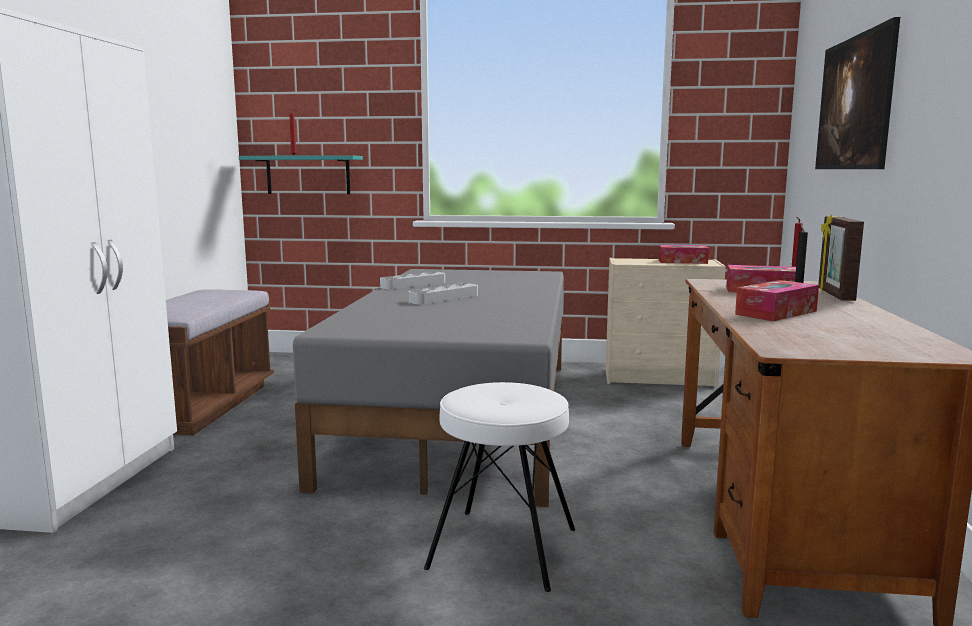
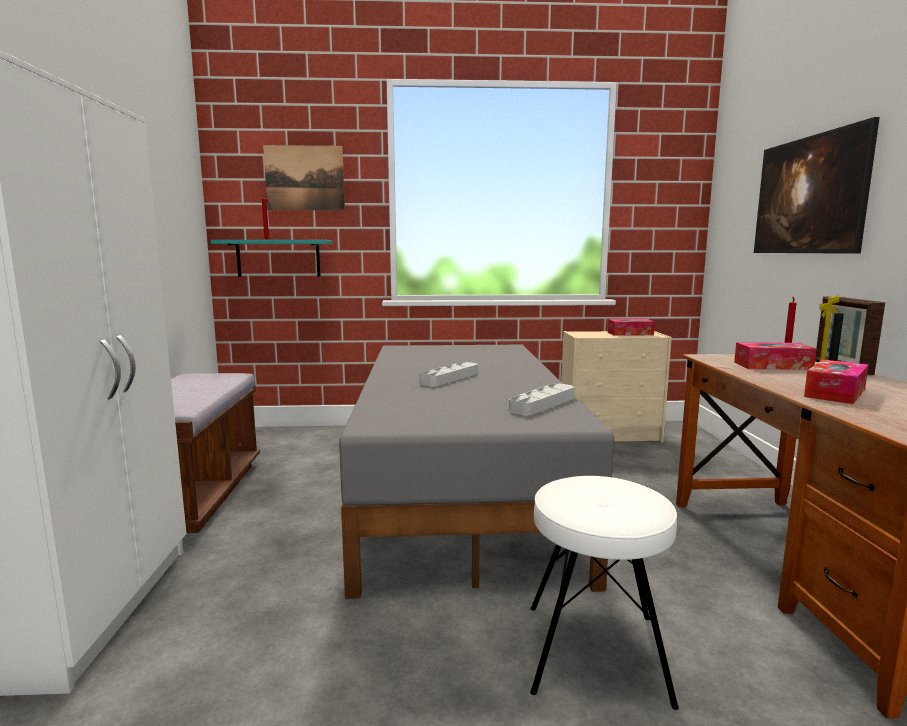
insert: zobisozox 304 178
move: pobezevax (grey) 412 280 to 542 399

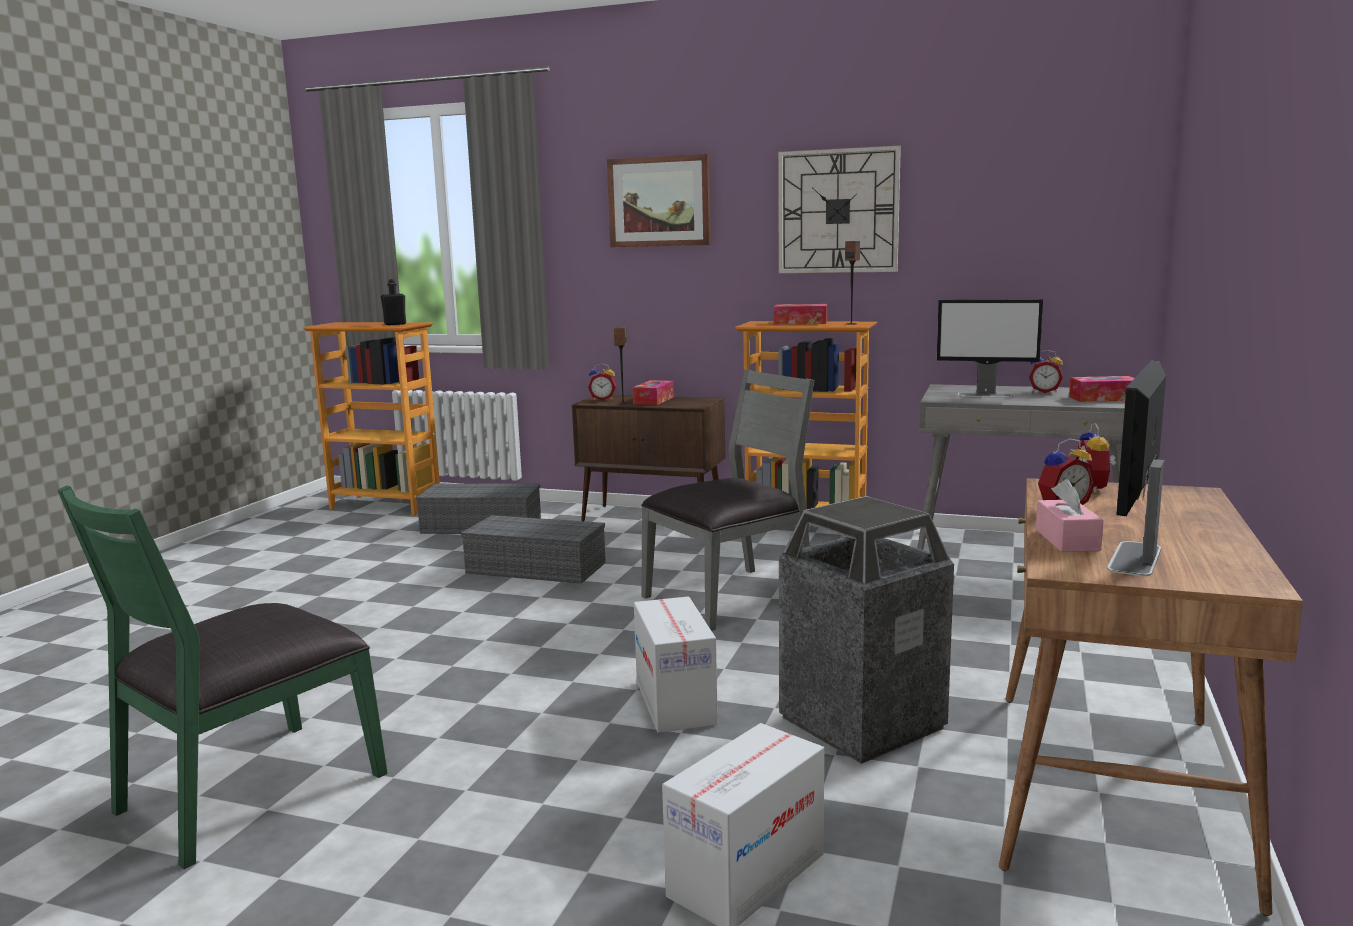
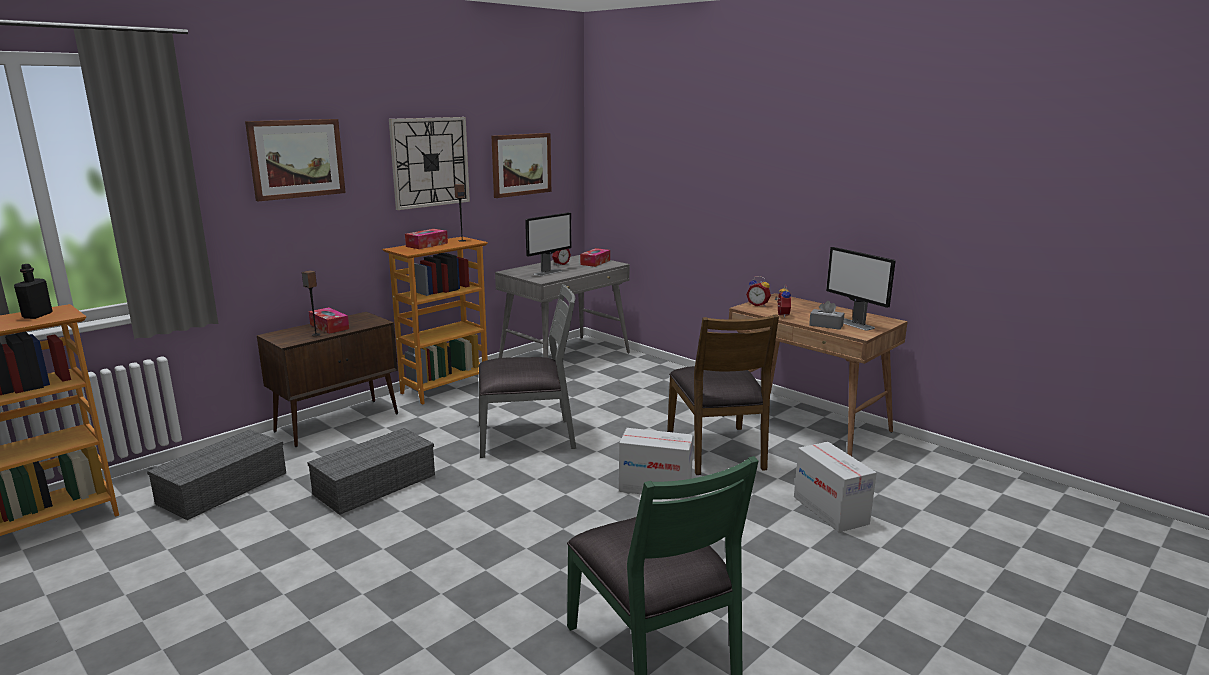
delete: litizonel 602 382
insert: zobisozox 521 165
replace: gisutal 866 630 to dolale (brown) 723 395
recolor: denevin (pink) 1070 515 to denevin (grey) 826 315
rotate: dolale (grey) 727 500 = 527 371 90 degrees clockwise

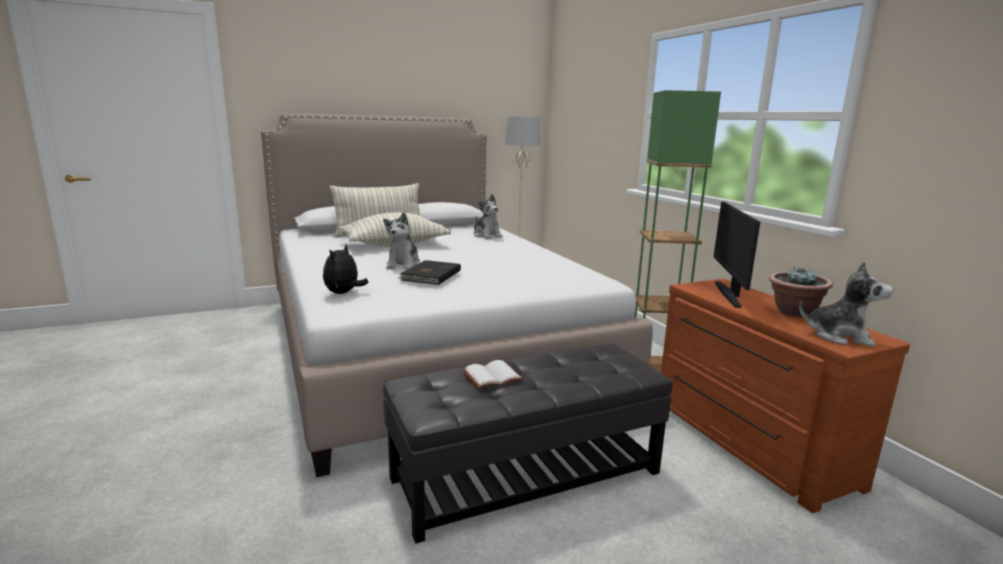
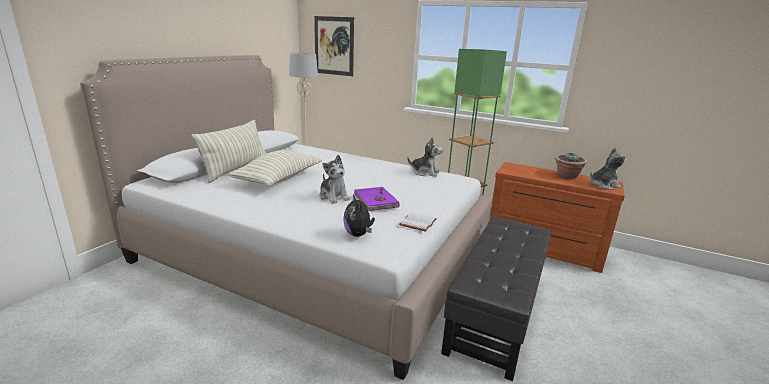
delete: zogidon 737 255
insert: zobisozox 334 46
move: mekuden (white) 492 374 to 418 222; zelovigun 488 216 to 425 157
recolor: mekuden (black) 429 272 to mekuden (purple) 377 199

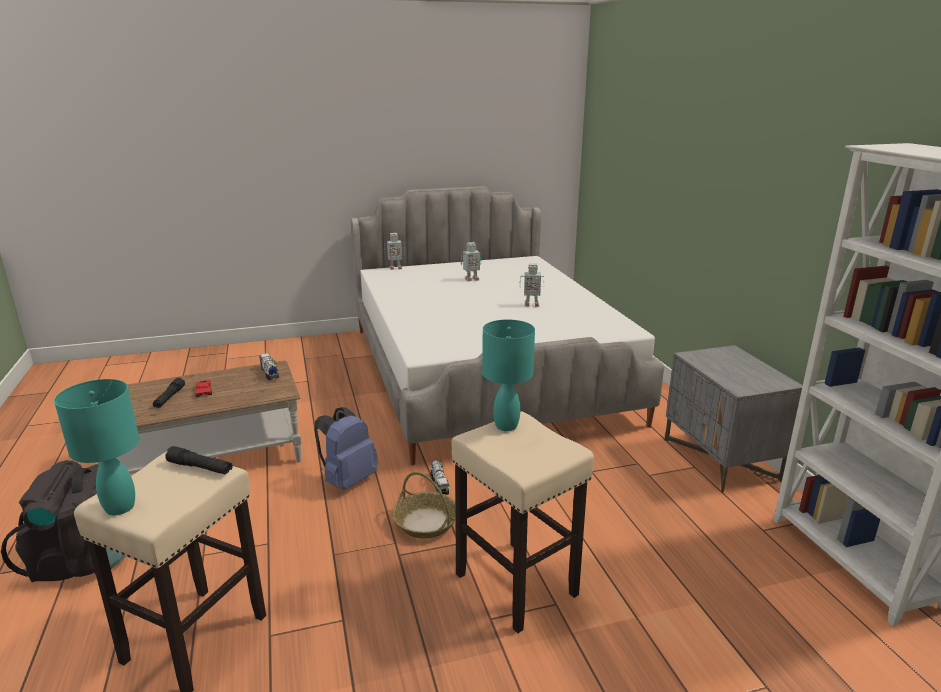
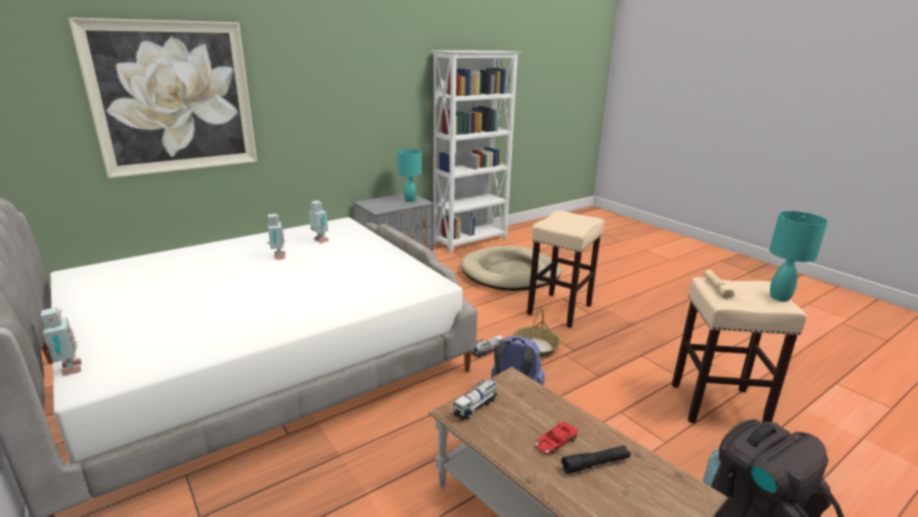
insert: zobisozox 162 97; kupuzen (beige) 511 268
move: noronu 470 261 to 319 221; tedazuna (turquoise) 508 375 to 409 175
recolor: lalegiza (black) 198 460 to lalegiza (beige) 719 285

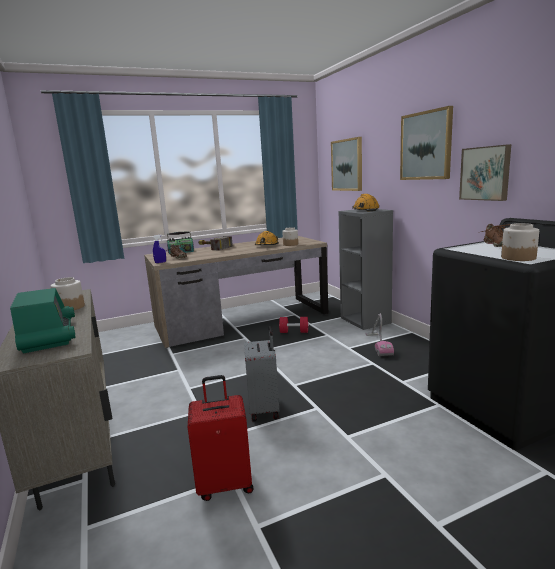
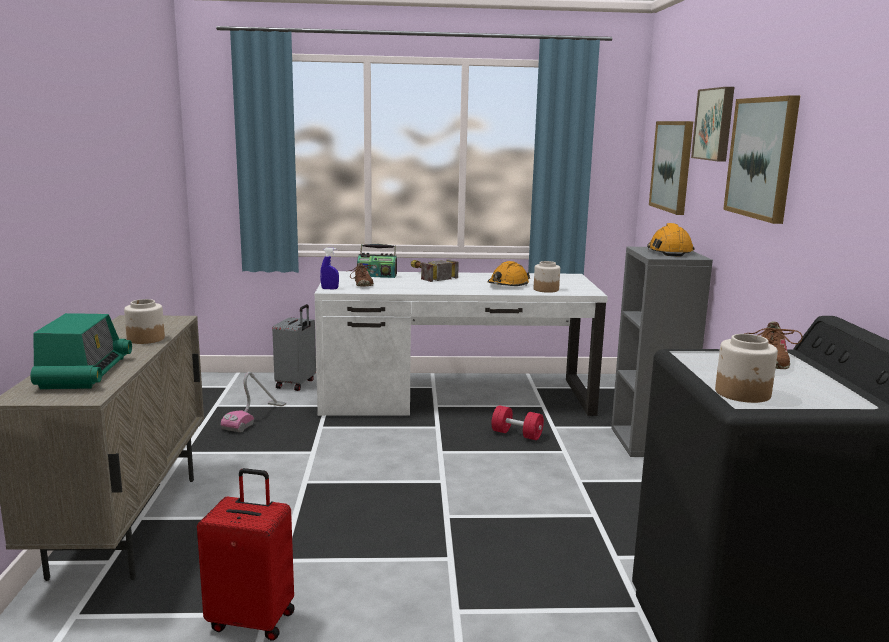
move: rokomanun 379 334 to 253 402; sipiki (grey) 261 374 to 294 347; zobisozox 485 172 to 712 124
recolor: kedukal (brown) 236 292 to kedukal (white) 461 343

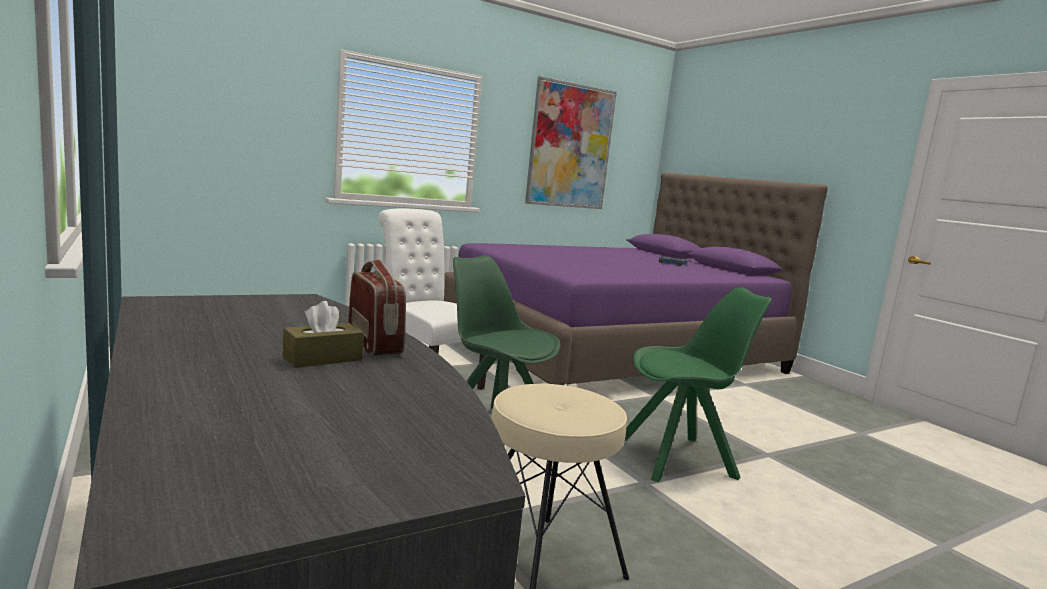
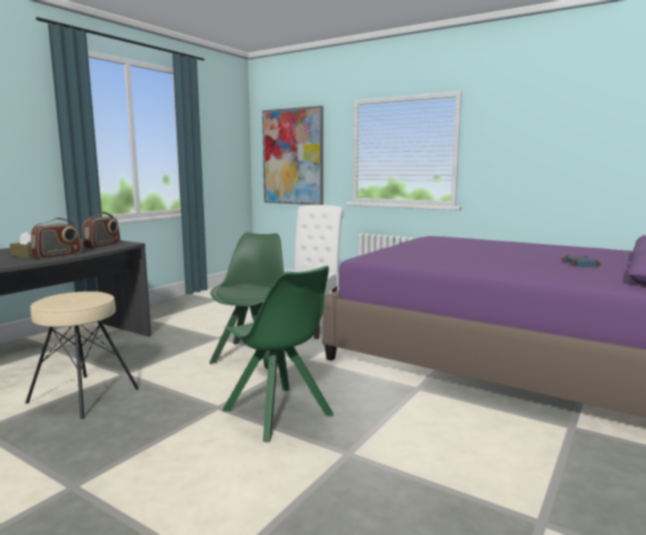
insert: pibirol 101 230
move: zobisozox 571 142 to 292 155

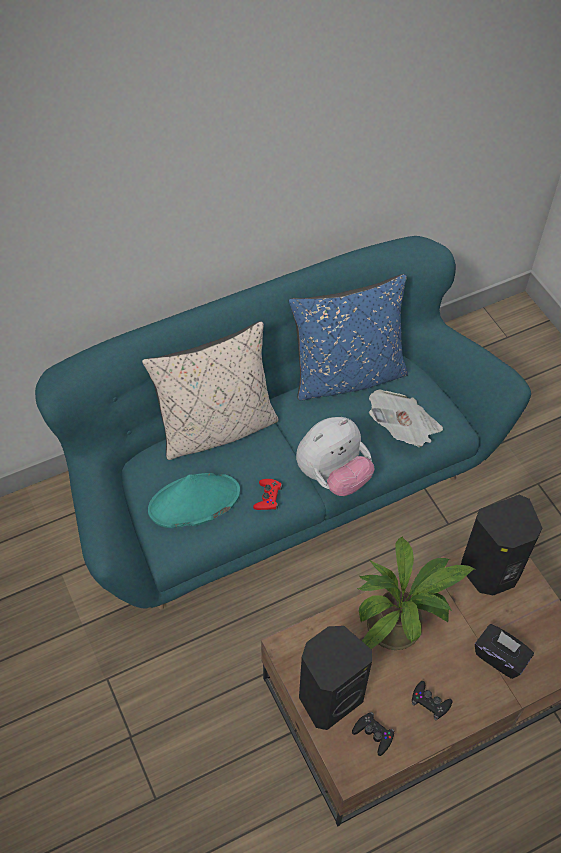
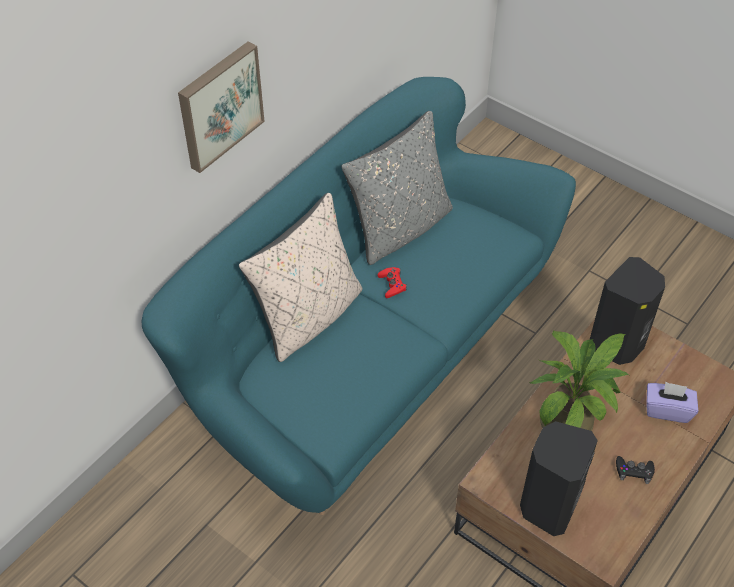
delete: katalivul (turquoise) 194 500; zelovigun 335 456; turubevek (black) 373 734; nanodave 406 418
insert: zobisozox 221 107
move: turubevek (red) 267 494 to 392 282
recolor: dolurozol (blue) 348 337 to dolurozol (grey) 397 188; denevin (black) 504 651 to denevin (purple) 672 402

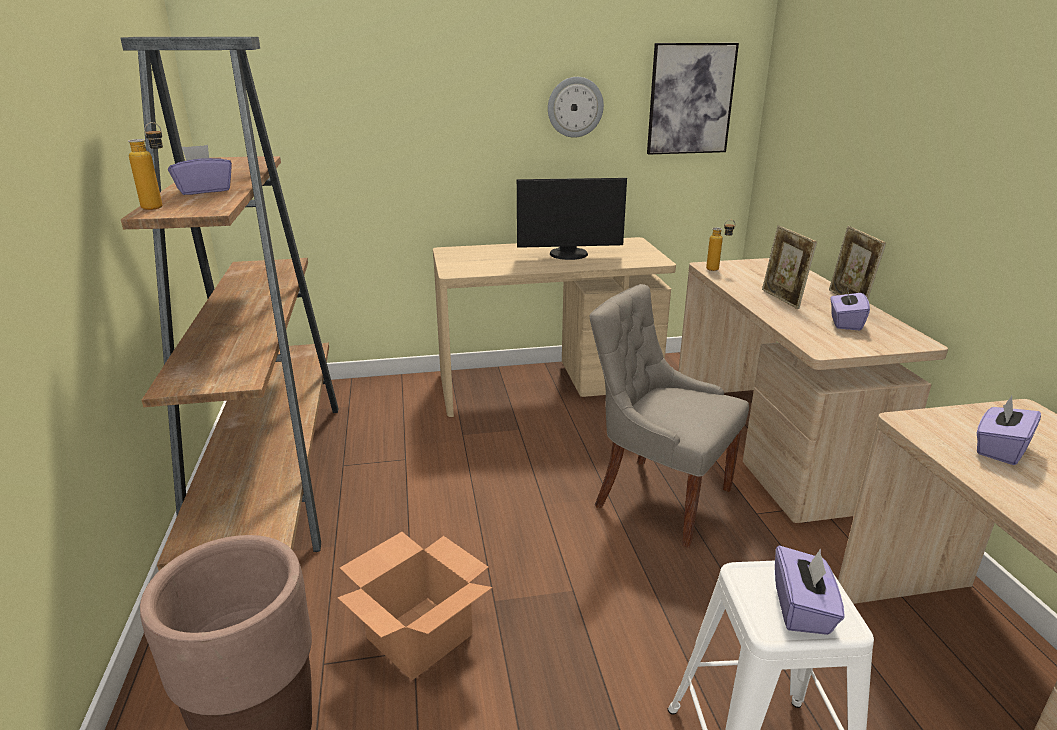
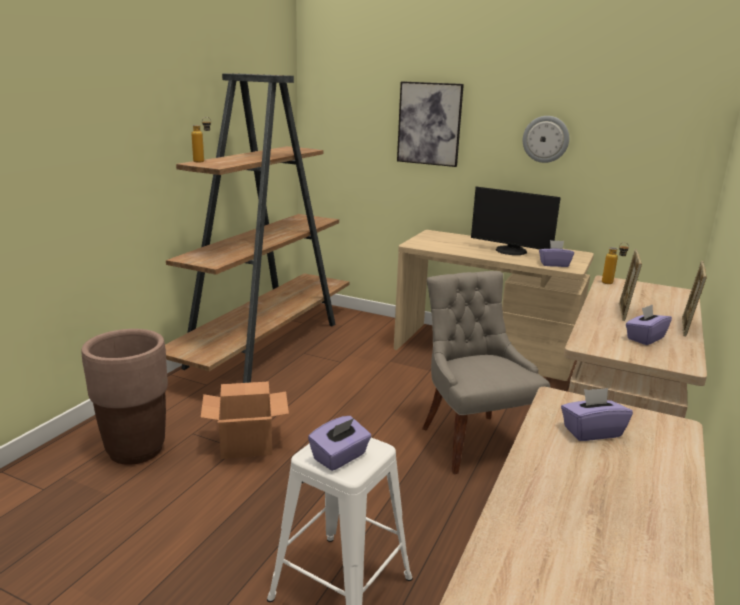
move: zobisozox 693 99 to 430 124; denevin (purple) 200 170 to 556 253

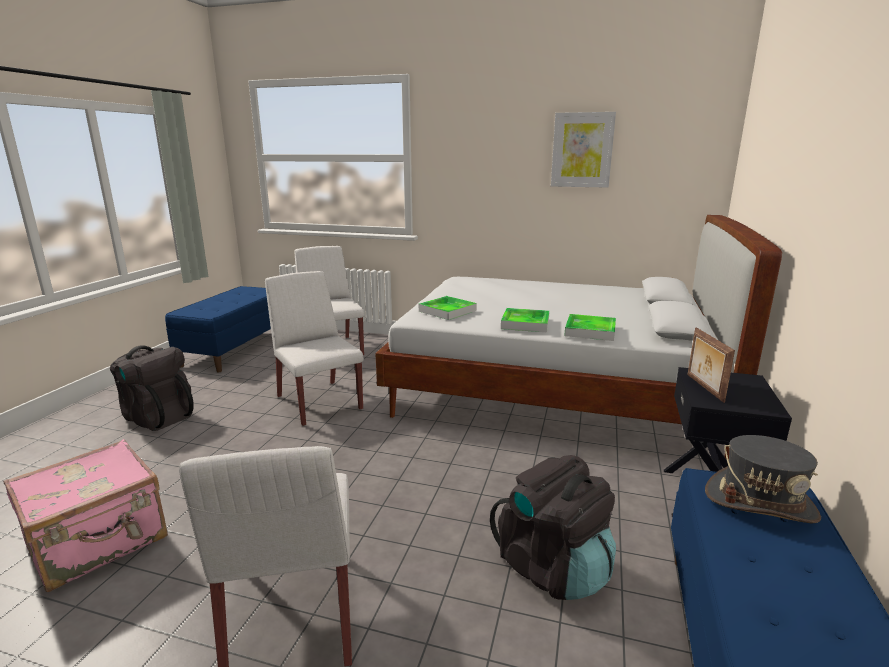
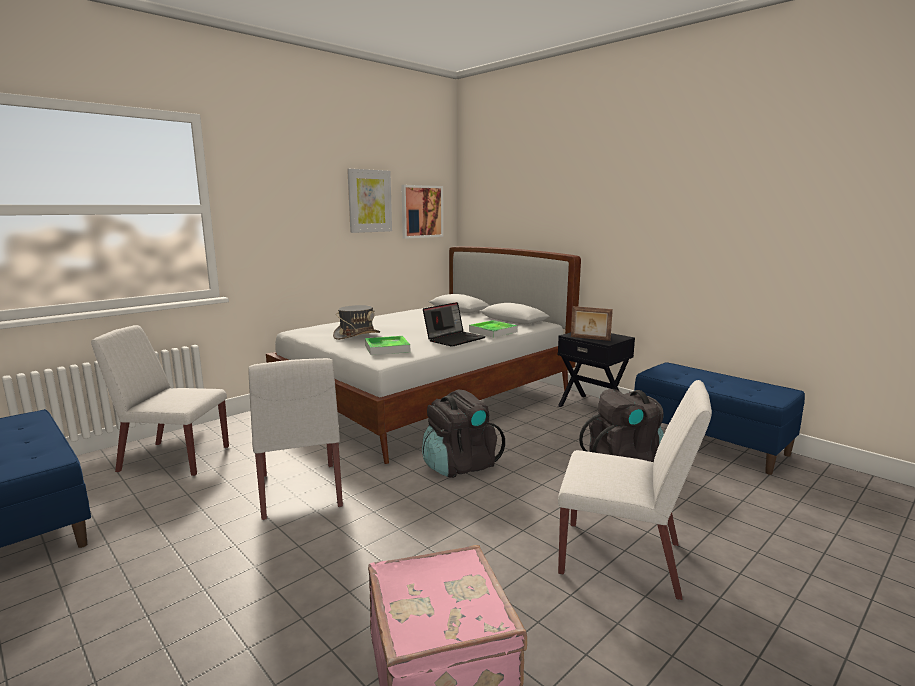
insert: zobisozox 422 212
move: katalivul (grey) 763 479 to 356 322; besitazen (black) 152 388 to 463 433
replace: pobezevax 525 320 to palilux 454 324
rotate: dolale (white) 314 348 = 295 439 105 degrees counterclockwise

